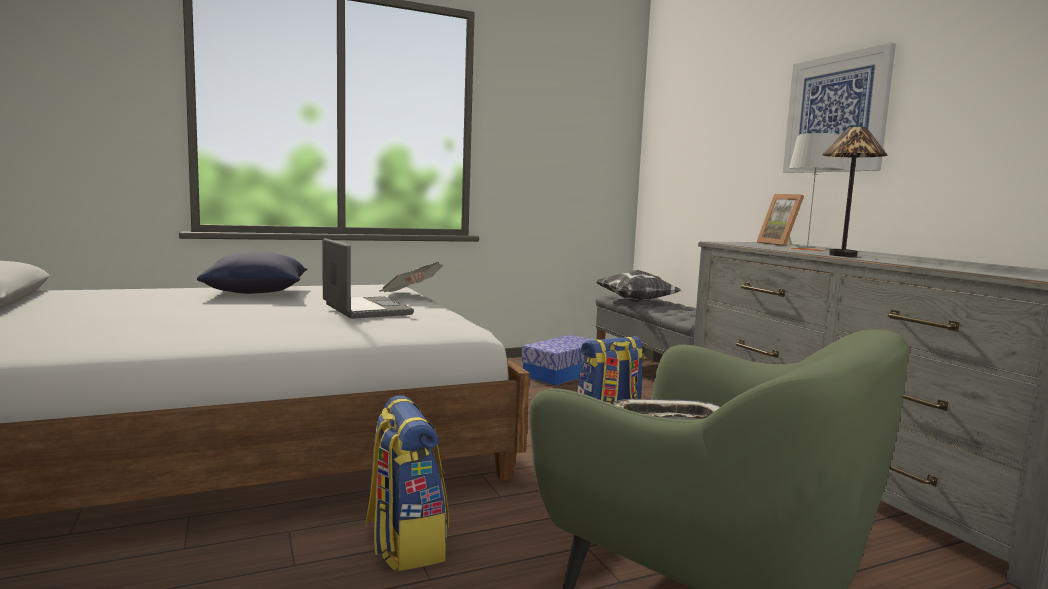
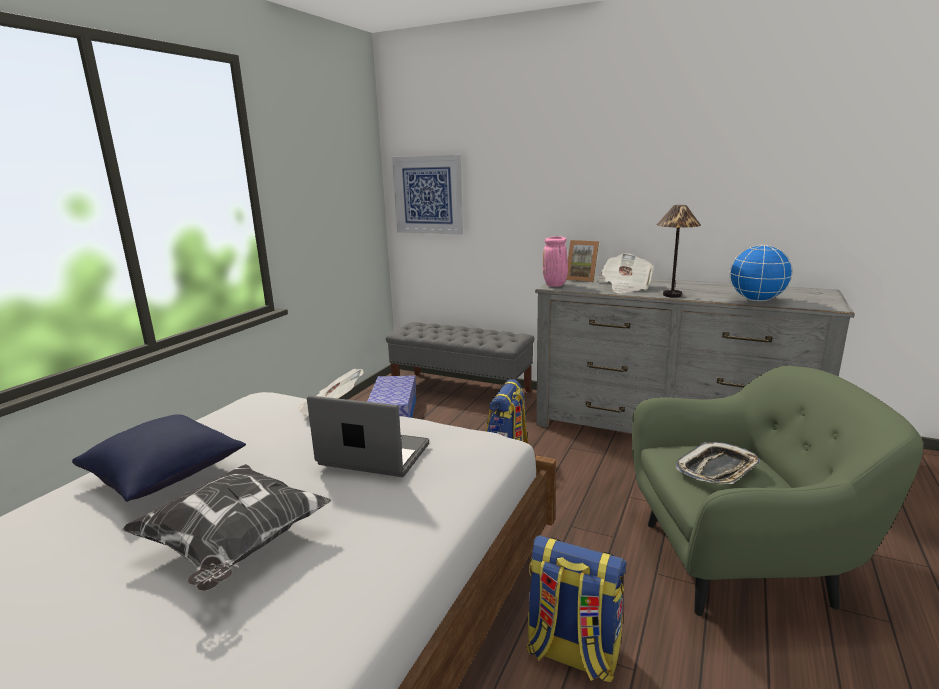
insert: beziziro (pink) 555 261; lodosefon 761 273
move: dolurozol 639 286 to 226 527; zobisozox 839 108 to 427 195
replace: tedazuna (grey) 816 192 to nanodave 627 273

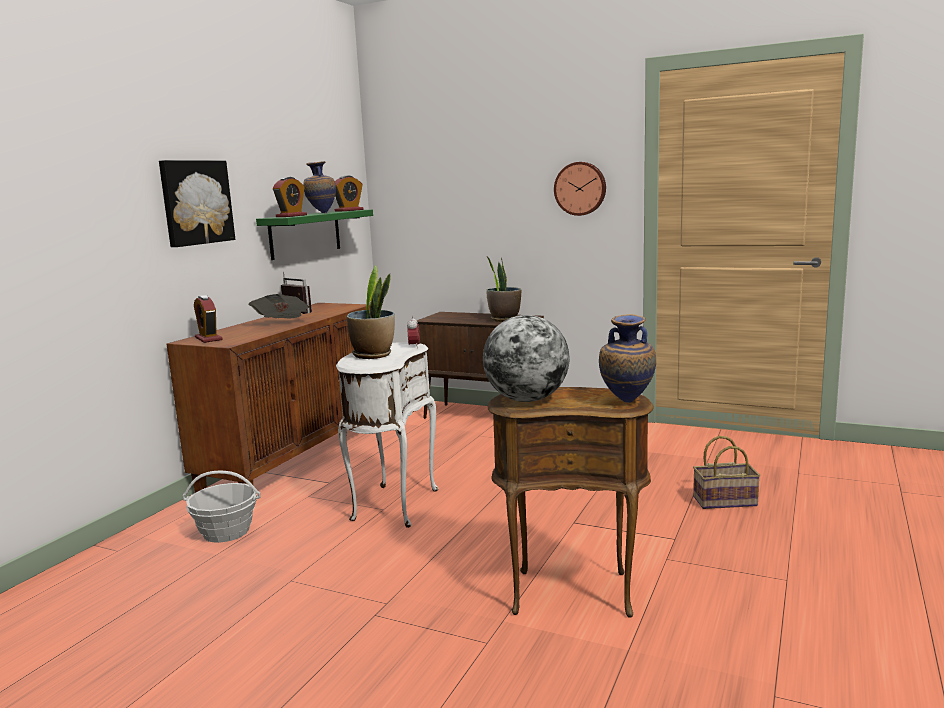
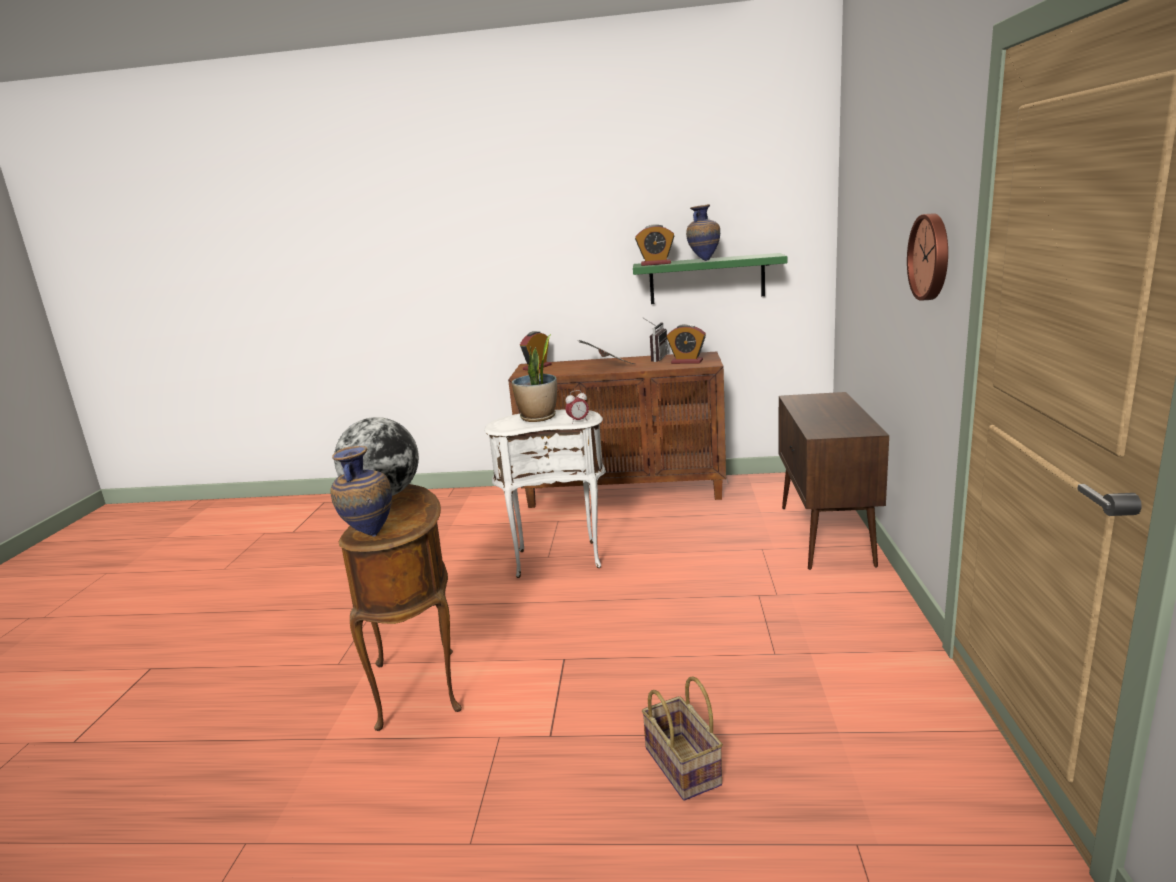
delete: zobisozox 197 203; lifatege 221 507; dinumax 503 289
move: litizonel 349 193 to 686 344

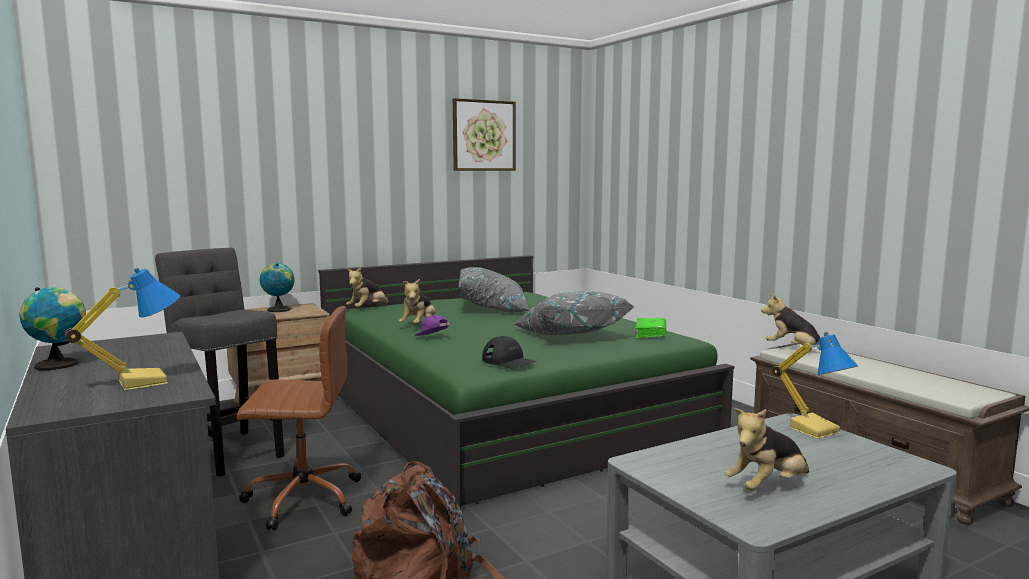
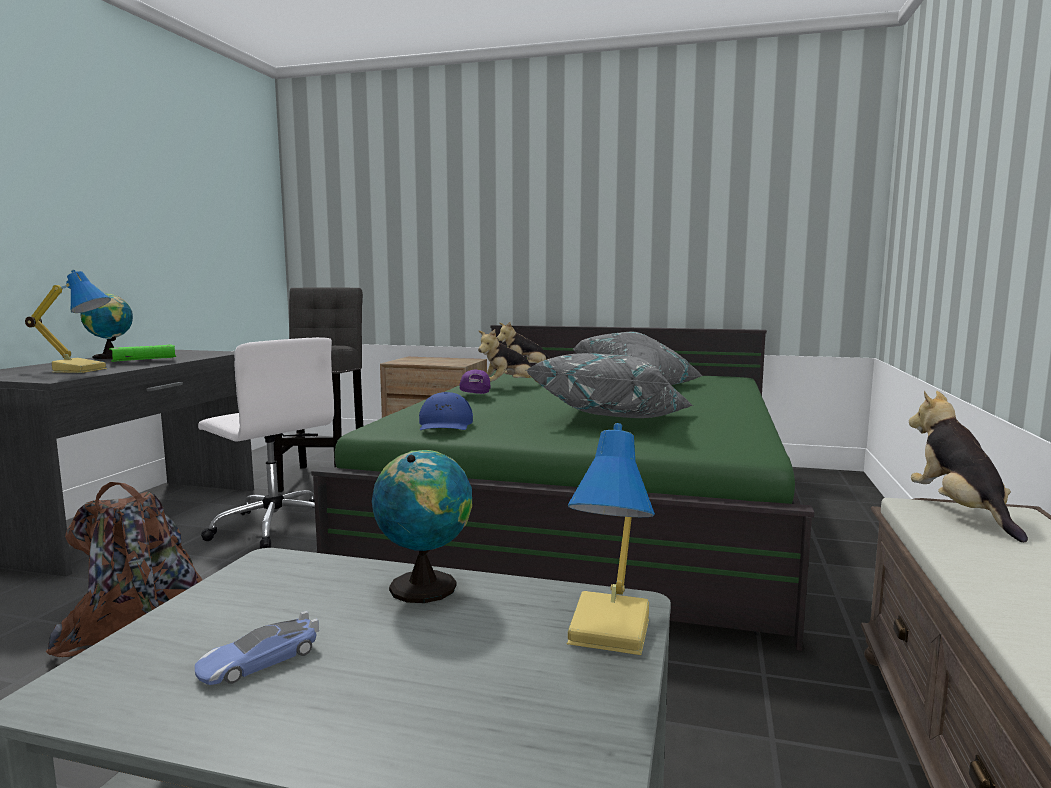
delete: zobisozox 484 134
move: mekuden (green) 650 328 to 142 353; lodosefon 277 287 to 422 526
replace: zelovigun 767 449 to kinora 257 648
recolor: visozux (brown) 299 418 to visozux (white) 266 443; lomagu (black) 509 352 to lomagu (blue) 446 411

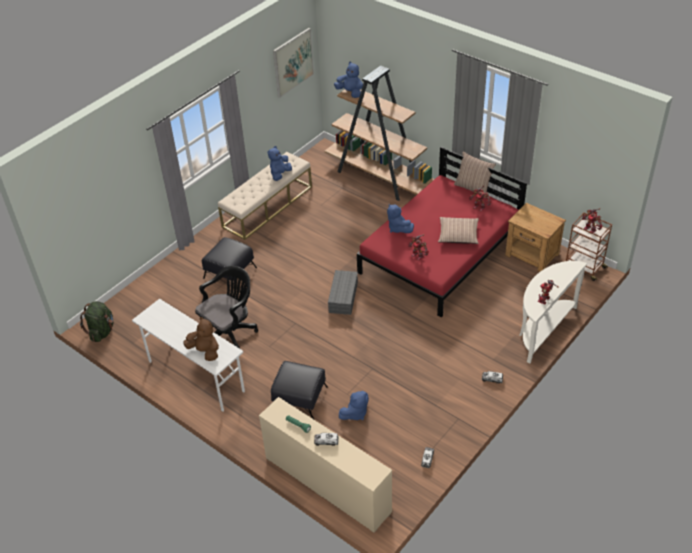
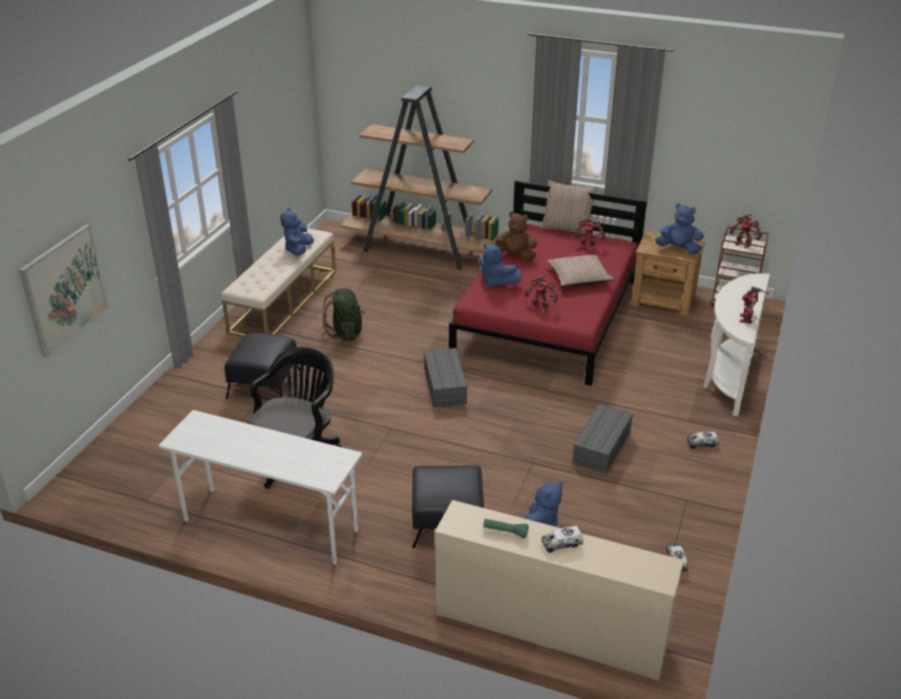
insert: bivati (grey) 602 439
move: zobisozox 293 63 to 64 291; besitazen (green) 96 321 to 344 314; zelovigun (brown) 201 339 to 515 236; zelovigun (blue) 348 79 to 679 228

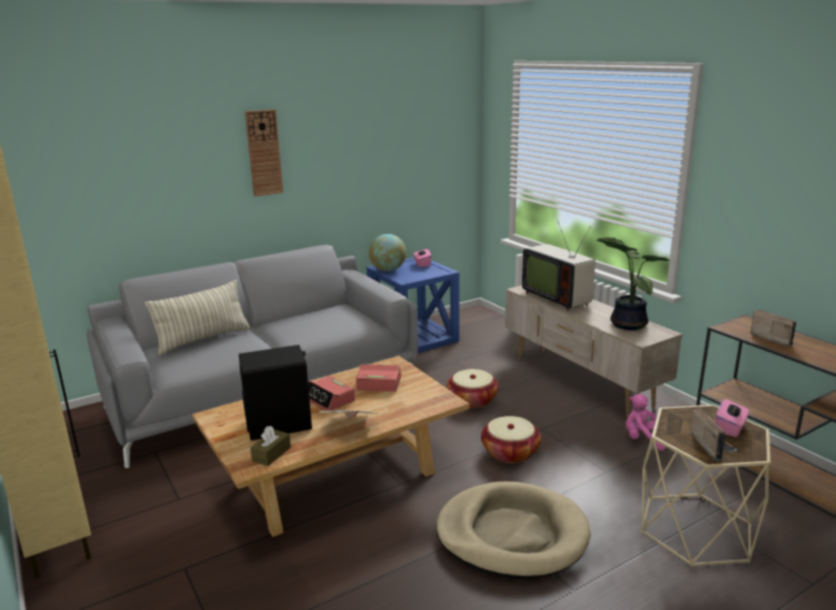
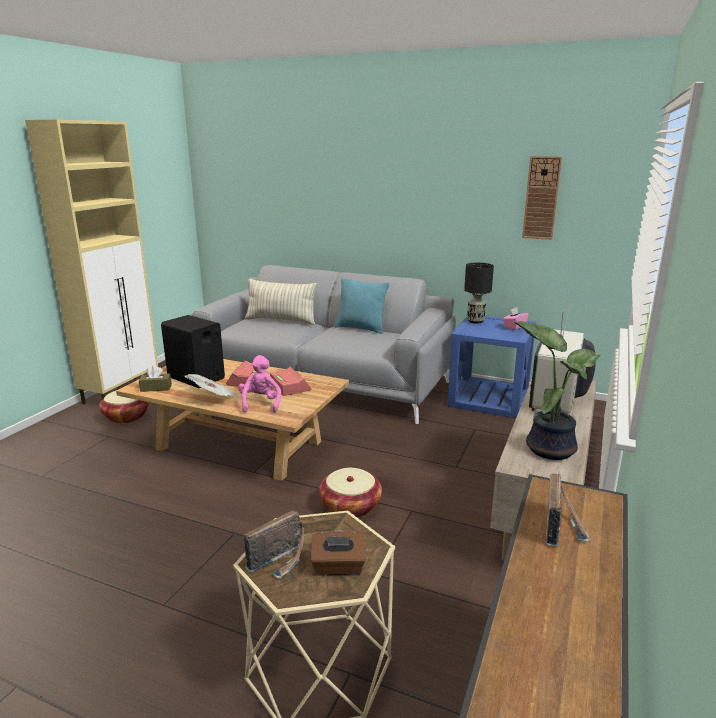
delete: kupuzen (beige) 513 530
insert: dolurozol (turquoise) 361 306
move: lifatege 473 388 to 124 407; zelovigun (pink) 646 422 to 259 384; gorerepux 264 152 to 542 198
replace: lodosefon 387 252 to tedazuna (black) 479 293
recolor: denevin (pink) 732 418 to denevin (brown) 338 553

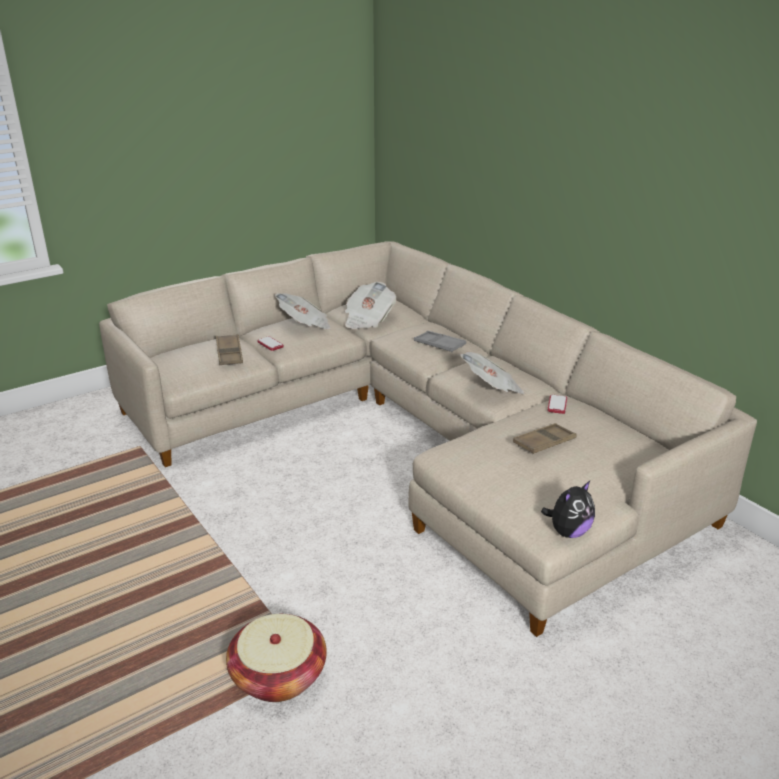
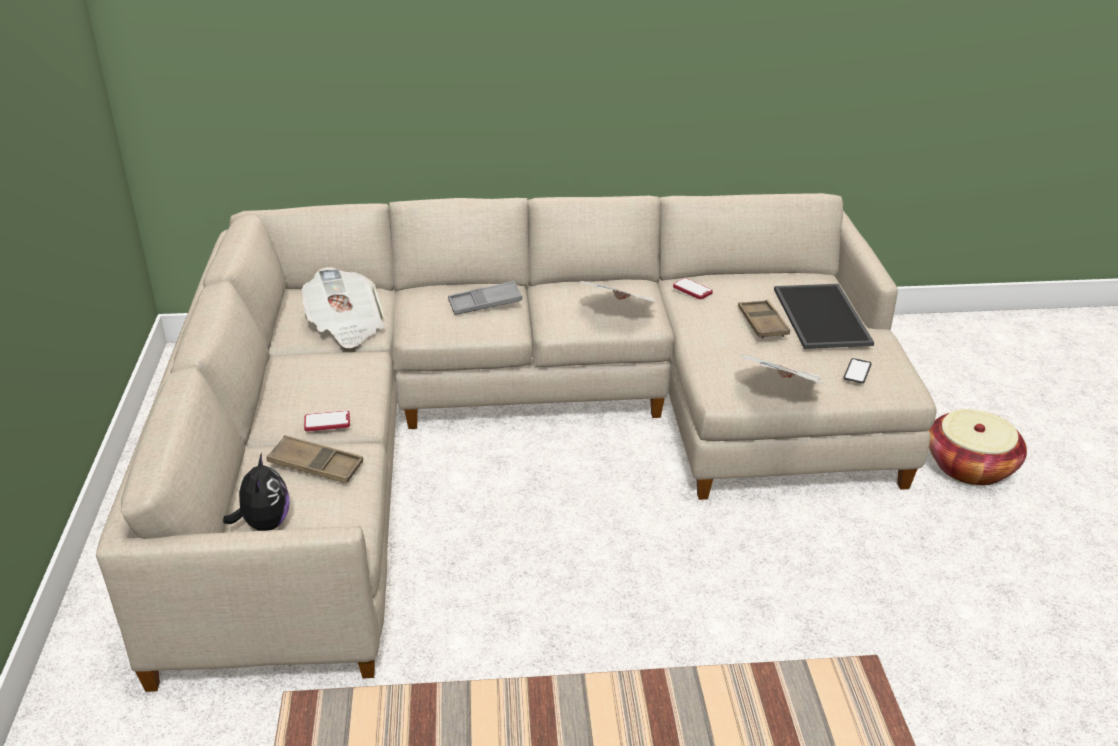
insert: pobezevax 824 316; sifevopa 857 371
move: zelovigun 568 509 to 256 492; nanodave 302 311 to 783 369; lifatege 276 658 to 978 447

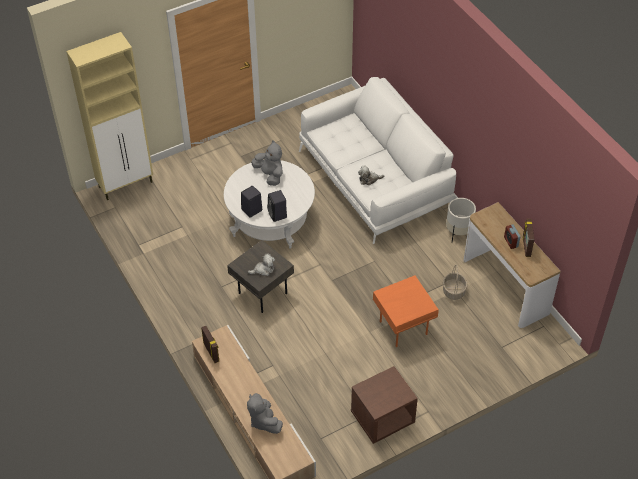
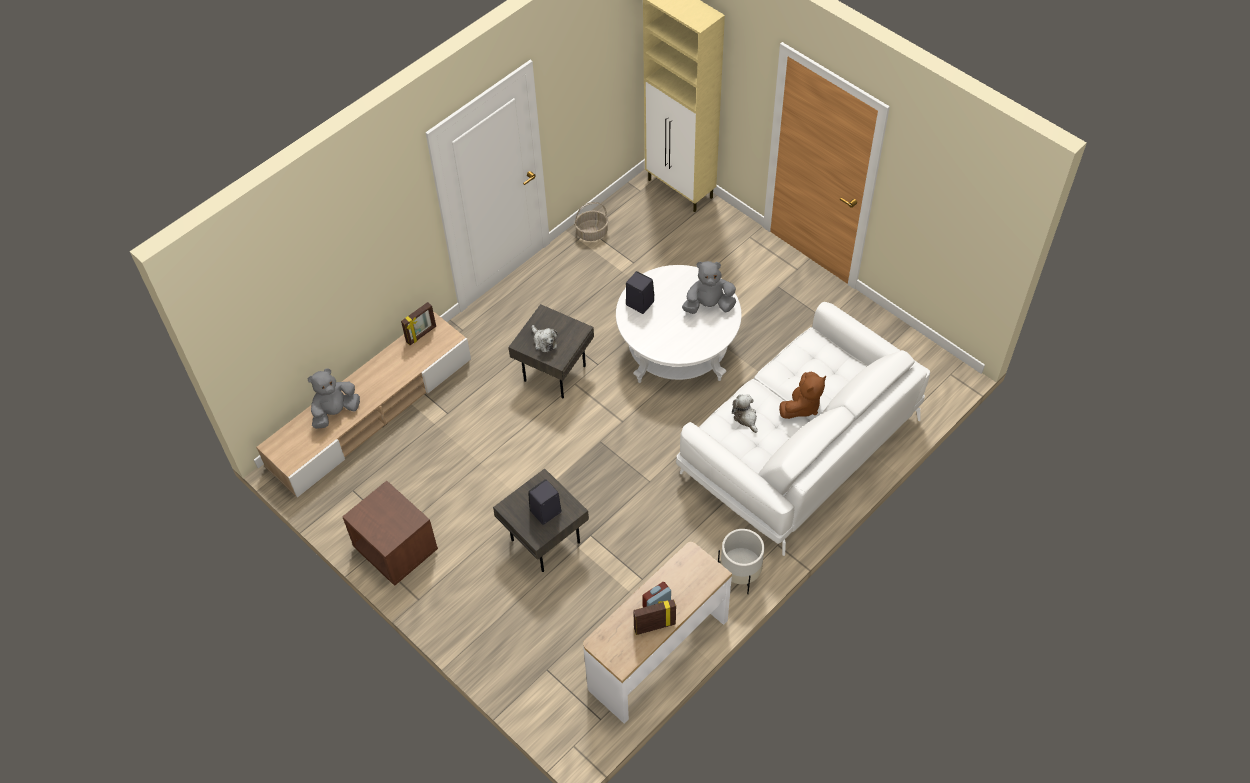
insert: zelovigun (brown) 802 395
move: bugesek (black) 277 206 to 544 502; lifatege 455 282 to 591 221
recolor: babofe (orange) 406 311 to babofe (grey) 541 520
rotate: zelovigun (grey) 266 163 = 709 287 135 degrees counterclockwise

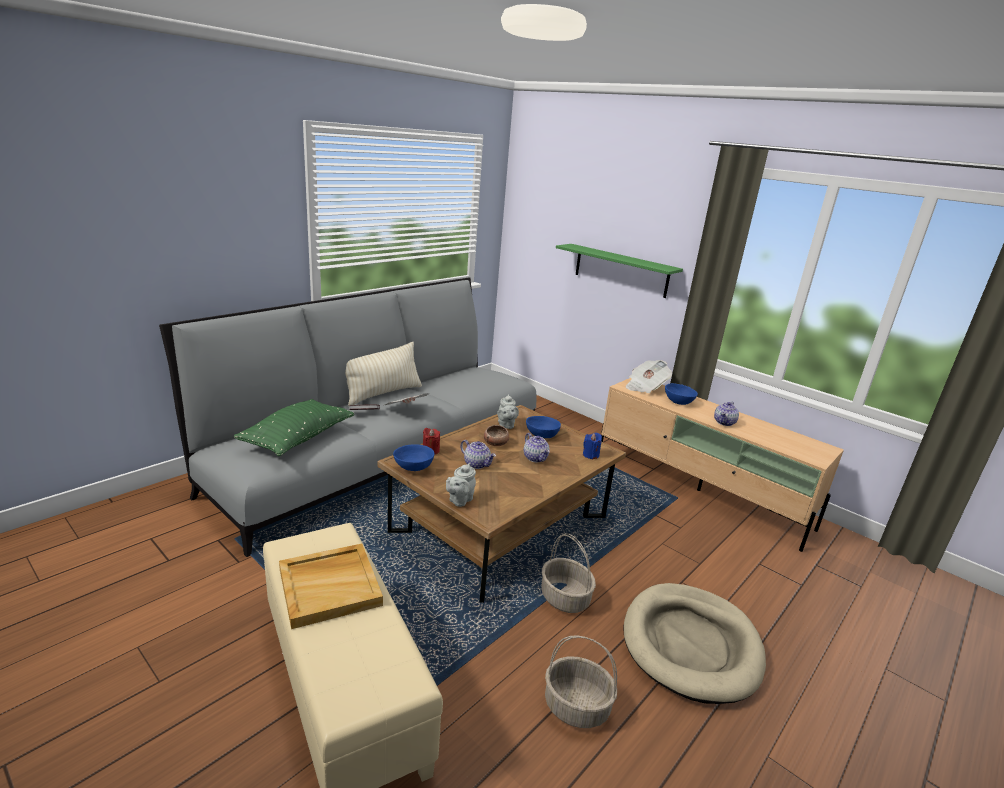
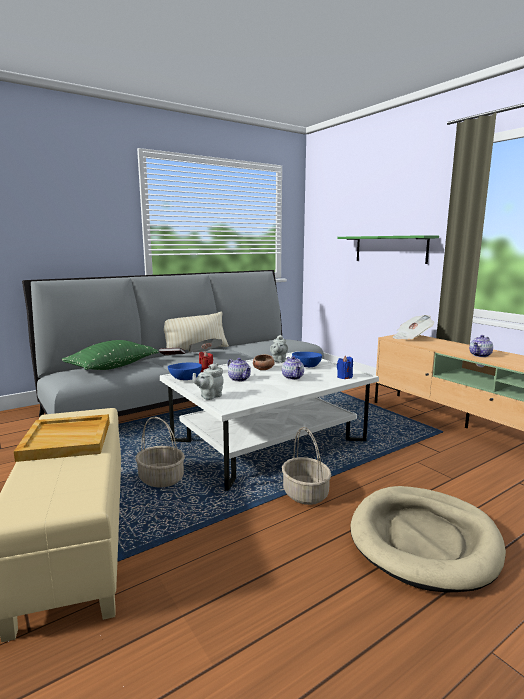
delete: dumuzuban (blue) 681 394
move: lifatege 581 681 to 160 452
recolor: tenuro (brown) 501 504 to tenuro (white) 269 421

